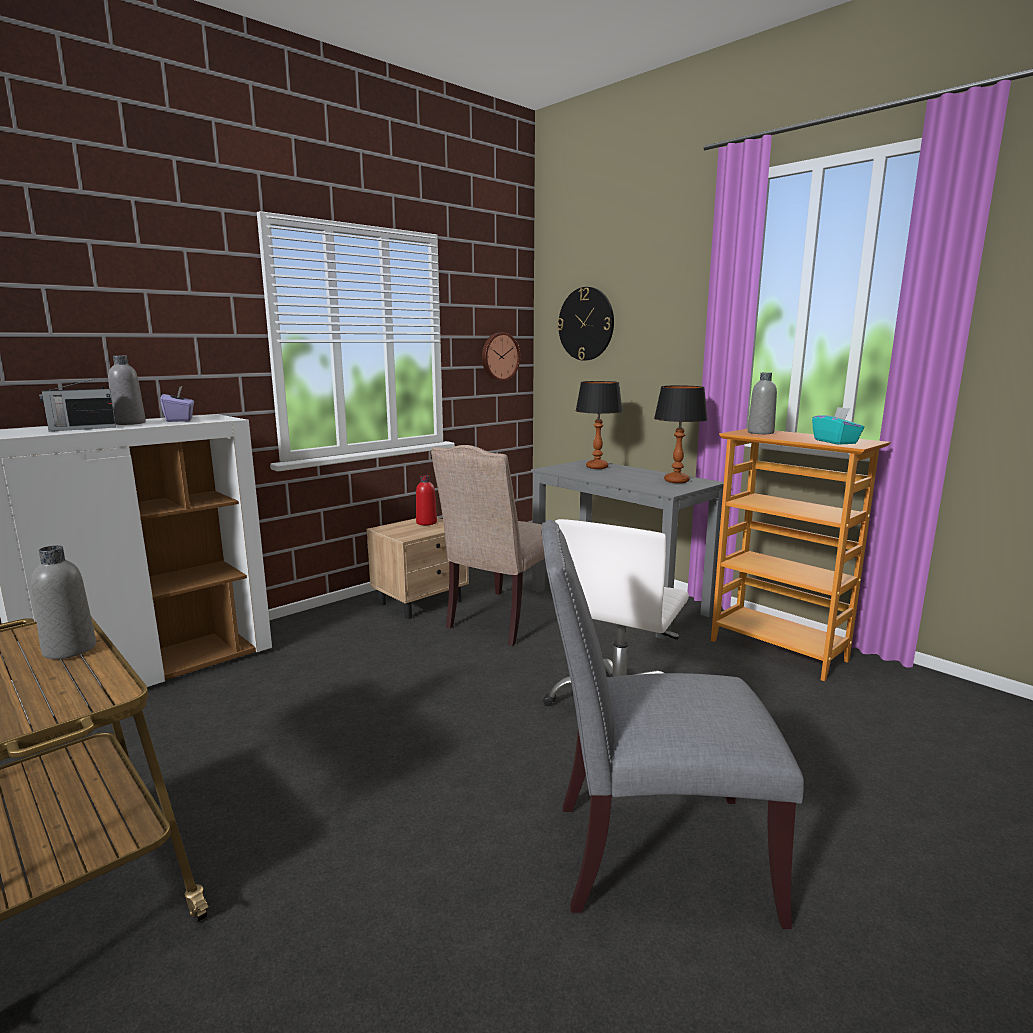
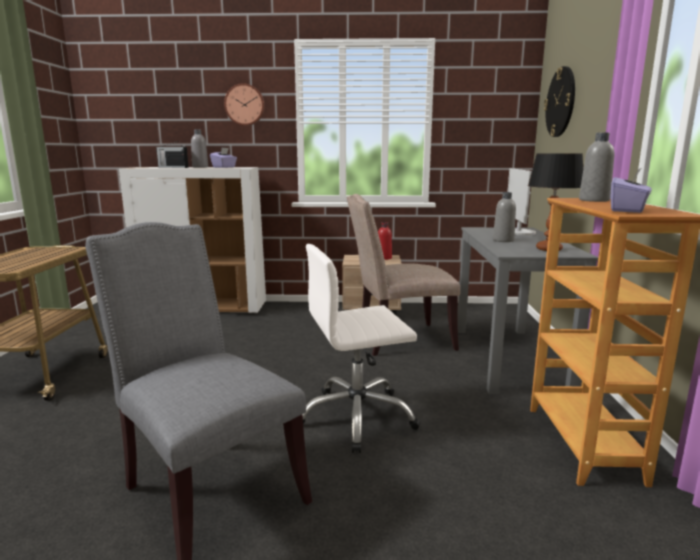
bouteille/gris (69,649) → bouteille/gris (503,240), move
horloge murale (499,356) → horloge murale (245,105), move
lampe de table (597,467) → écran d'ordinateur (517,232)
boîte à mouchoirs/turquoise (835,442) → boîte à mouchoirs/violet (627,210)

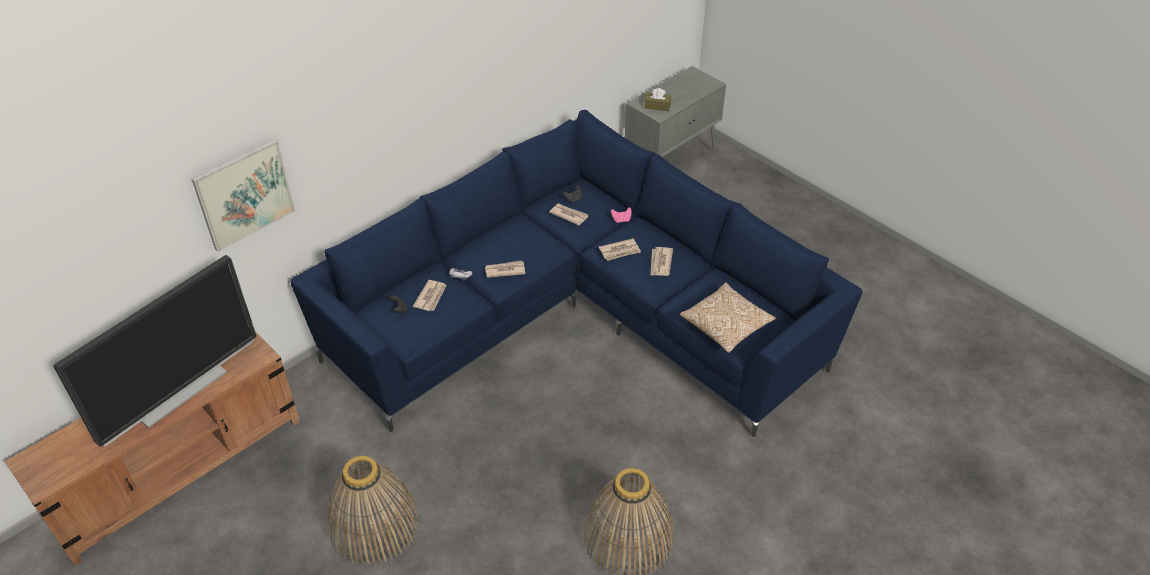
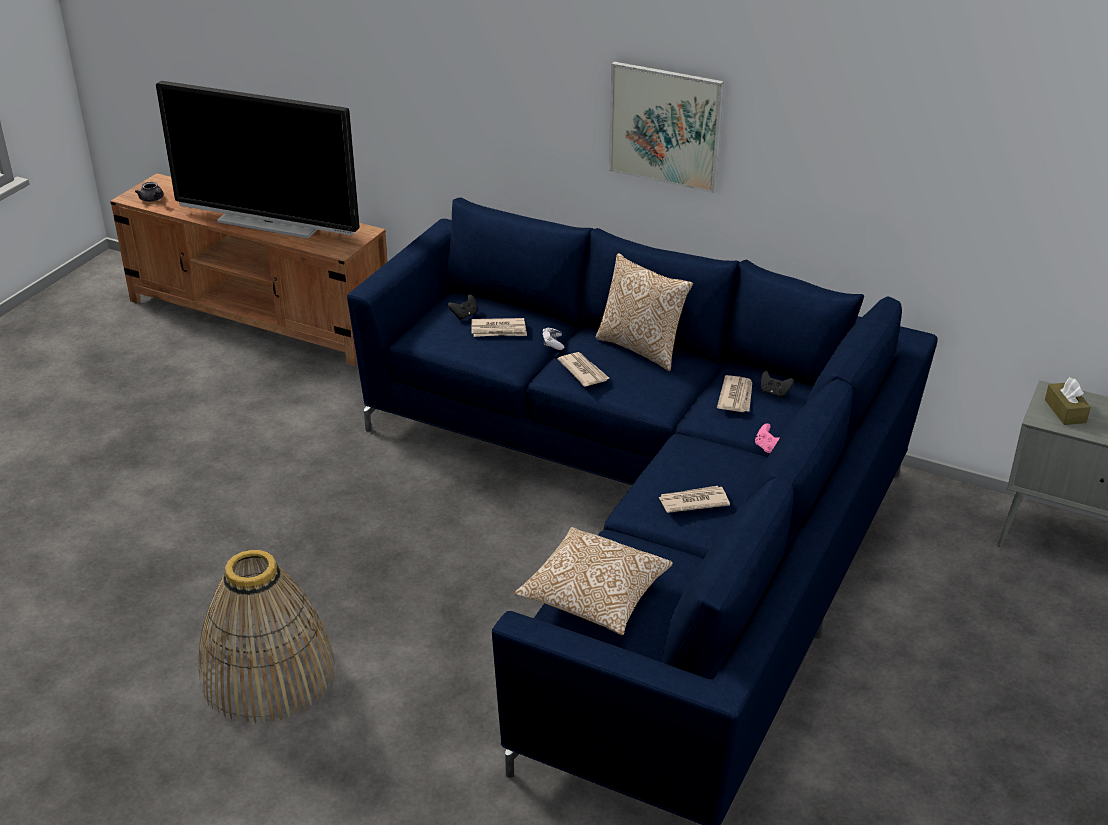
panier (374,525) → -
journal (620,251) → -
- → théière/gris (153,199)
- → coussin (642,348)
tableau (244,194) → tableau (665,126), move

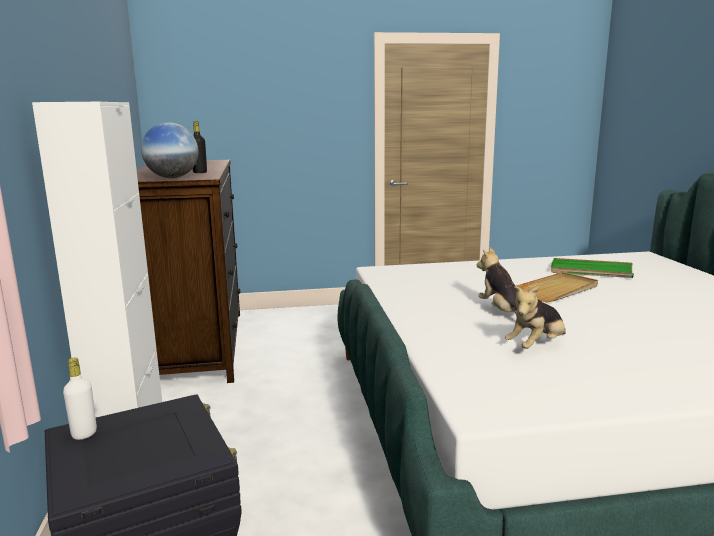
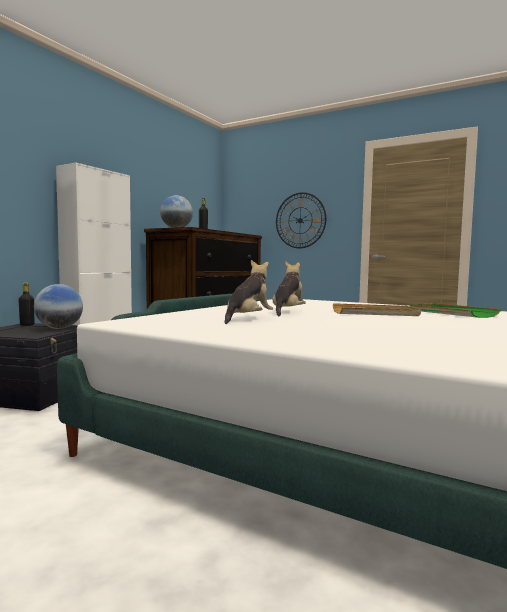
- → globe (59,328)
- → horloge murale (300,220)
bouteille/blanc (84,434) → bouteille/noir (27,325)
peluche (536,346) → peluche (248,319), 120 degrees clockwise

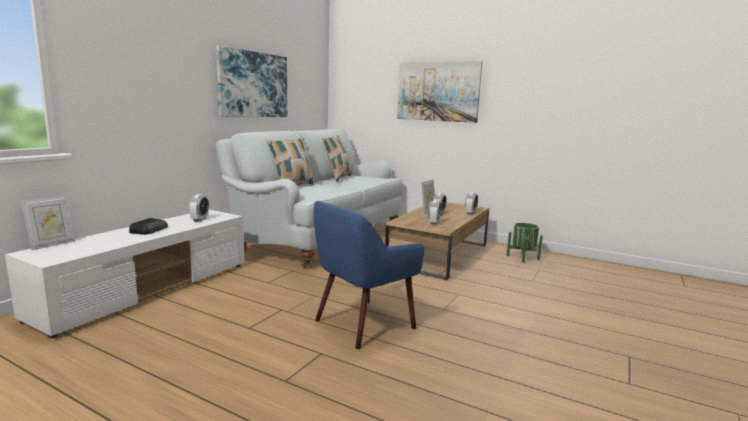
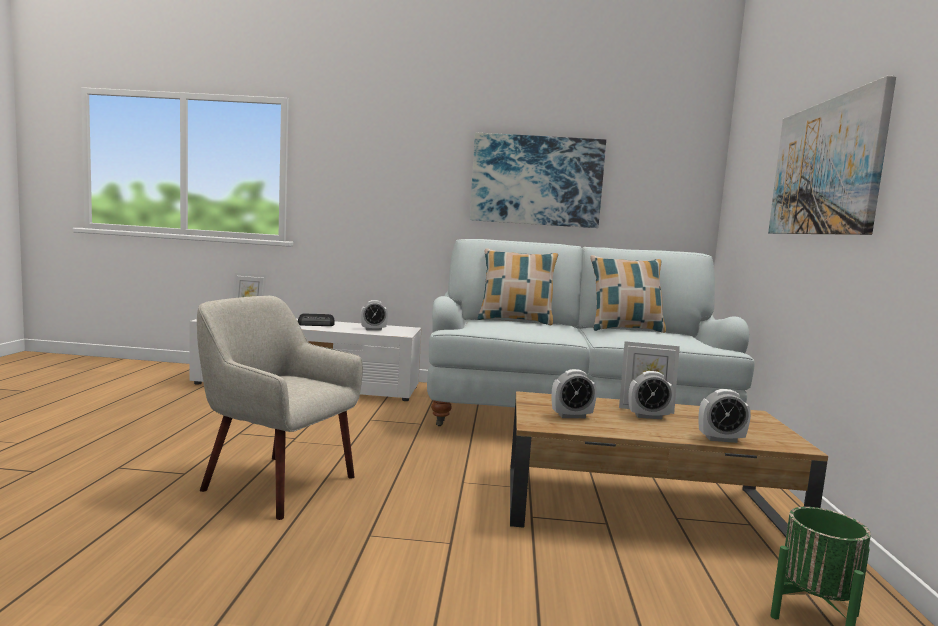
fauteuil/bleu (363,323) → fauteuil/beige (277,483)

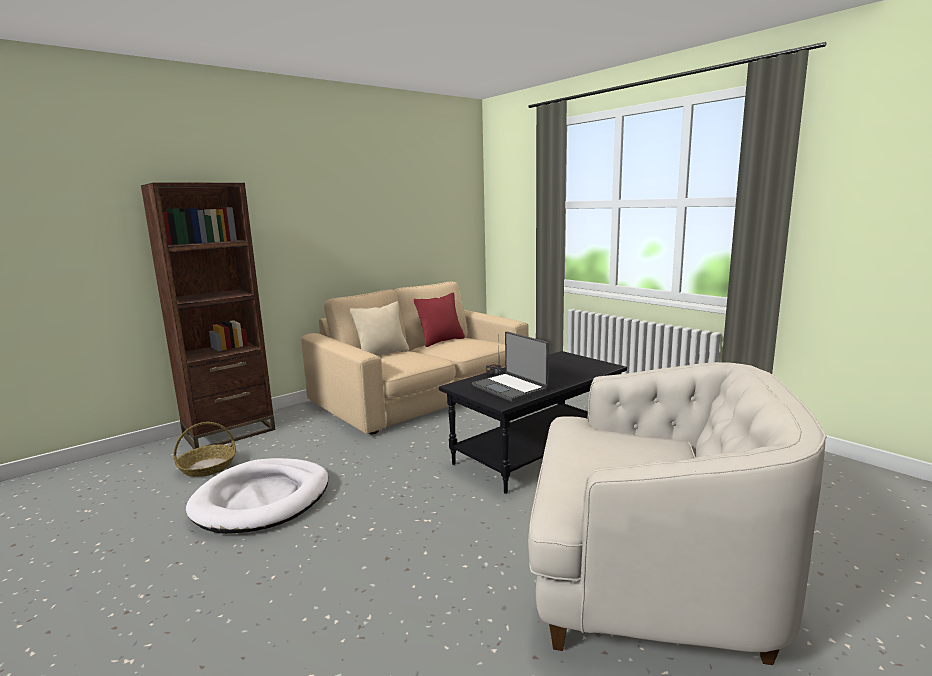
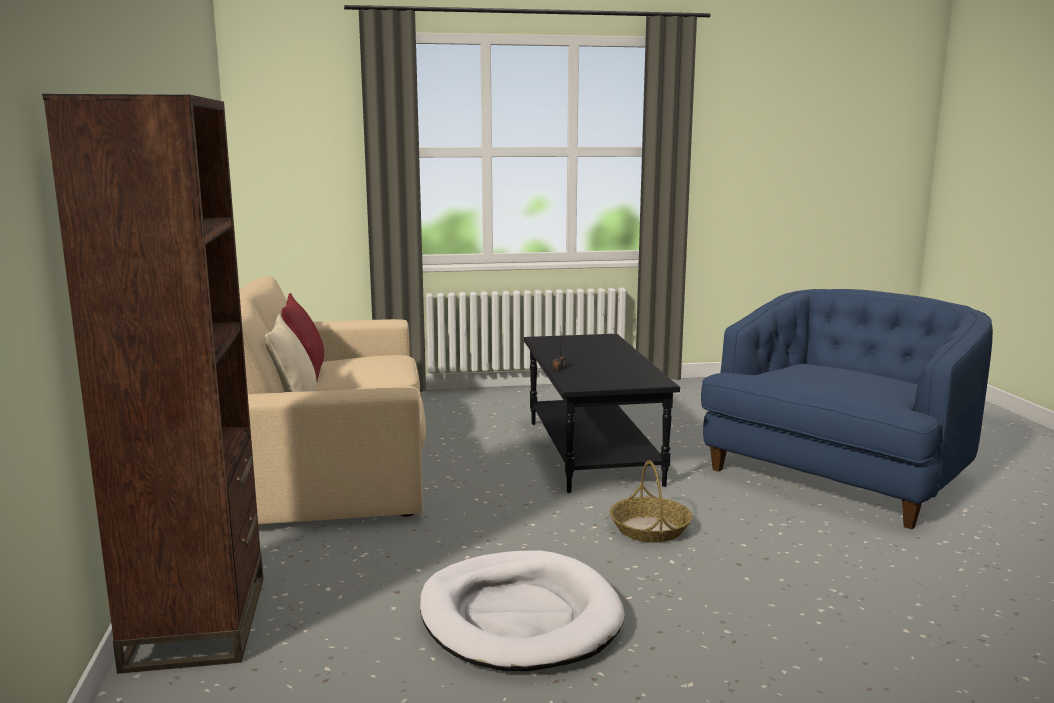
ordinateur portable (510,388) → -
panier (207,467) → panier (650,529), move
fauteuil/blanc (647,573) → fauteuil/bleu (838,475)

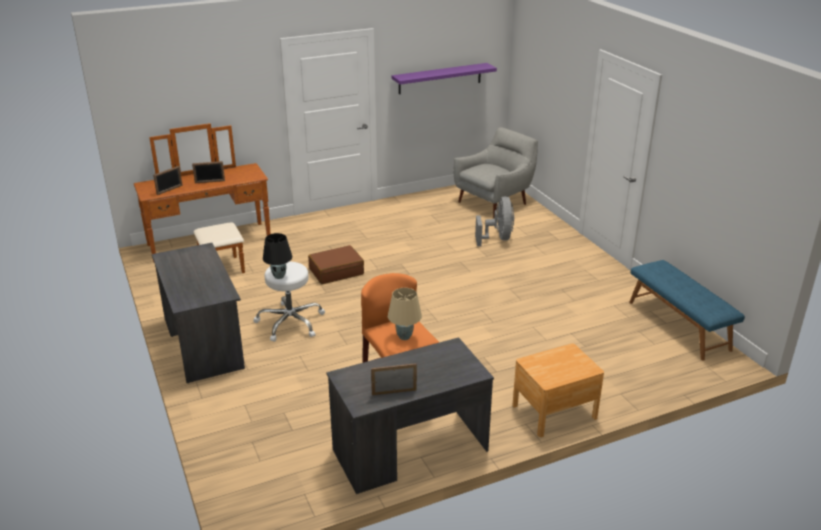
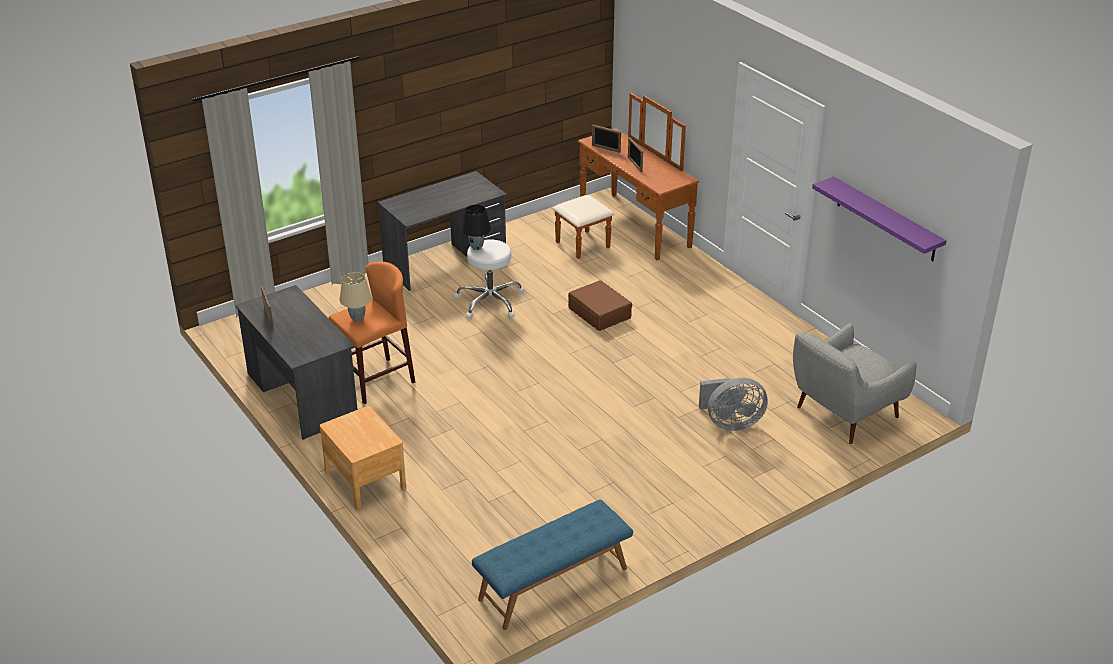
fauteuil/gris (494,202) → fauteuil/gris (843,414), 105 degrees clockwise

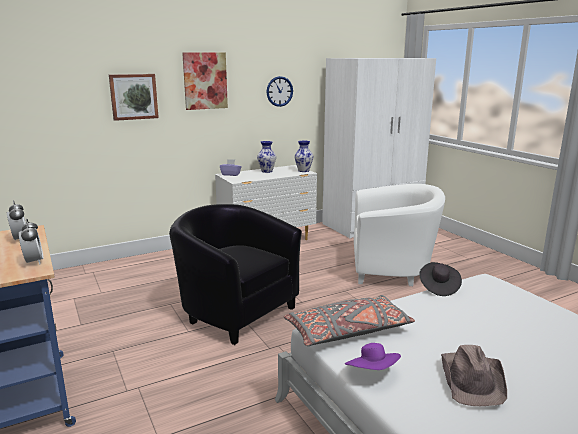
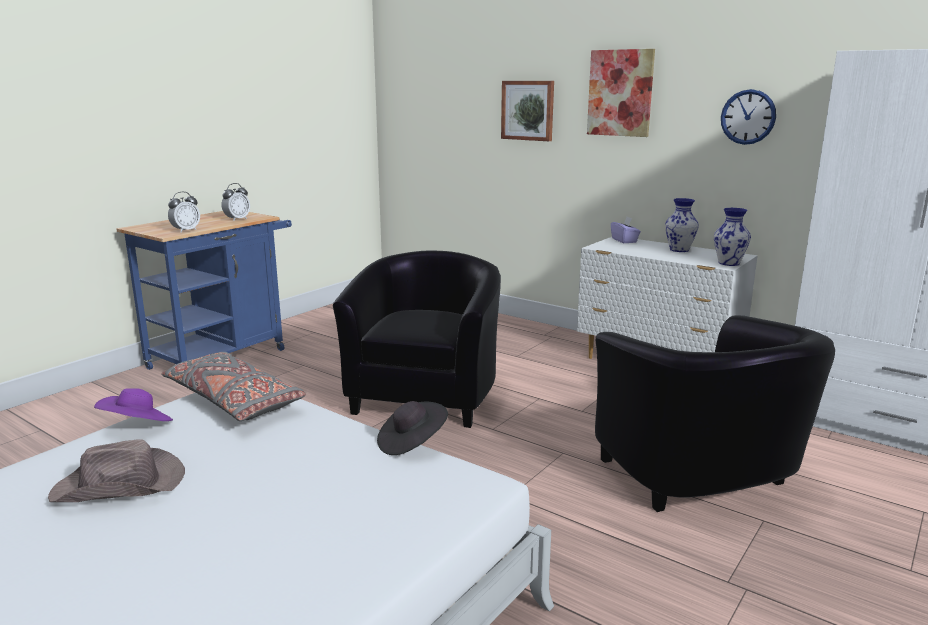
fauteuil/blanc (392,269) → fauteuil/noir (701,481)

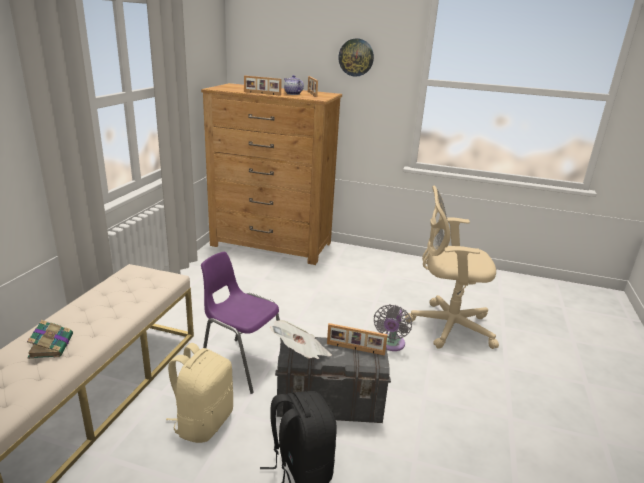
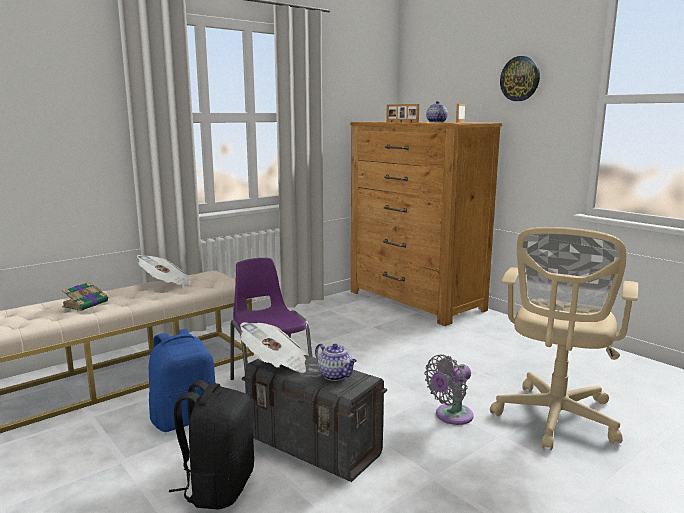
- → journal (166,284)
cadre photo (355,349) → théière (336,375)
sac à dos/beige (203,422) → sac à dos/bleu (185,418)
chaise de bureau/beige (446,326) → chaise de bureau/beige (555,420), 105 degrees counterclockwise

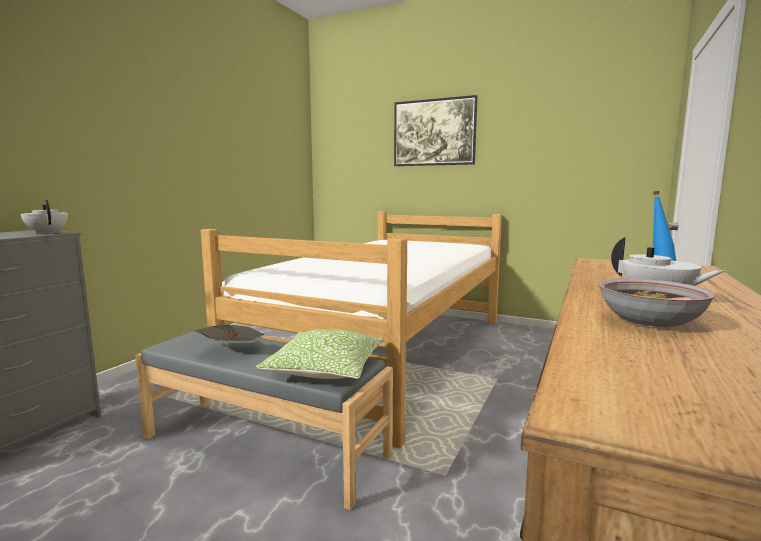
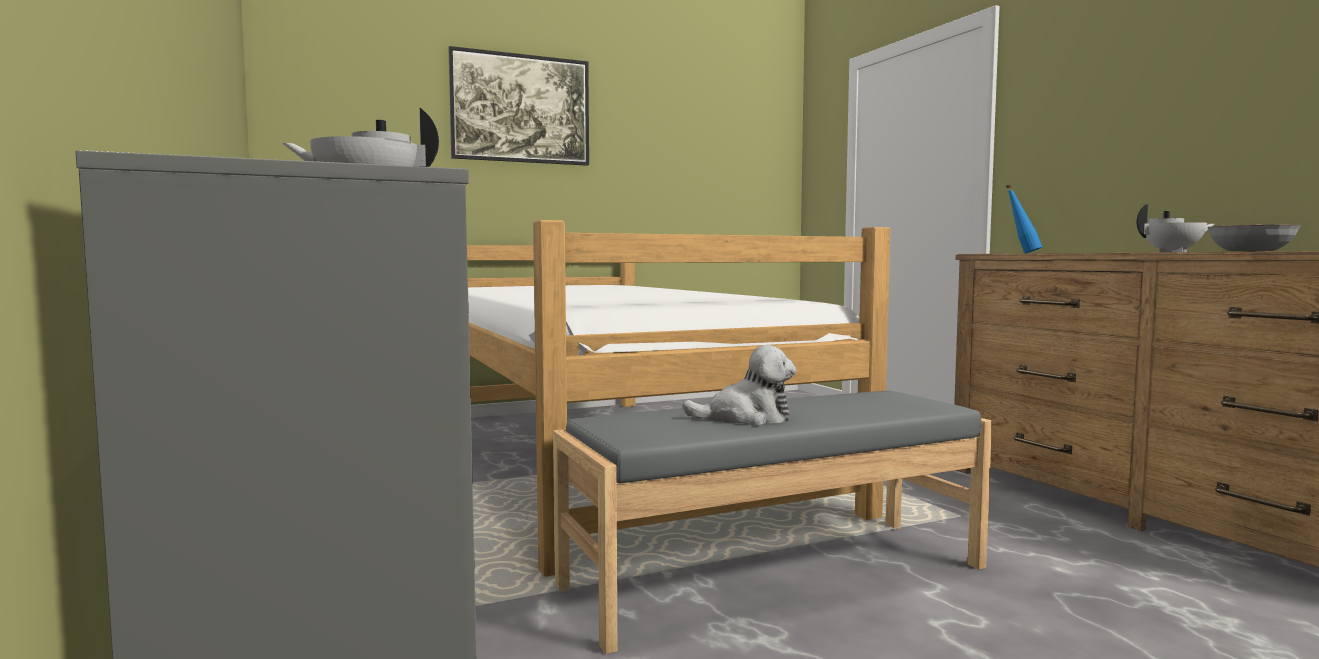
coussin (325,370) → -
journal (233,351) → peluche (746,418)

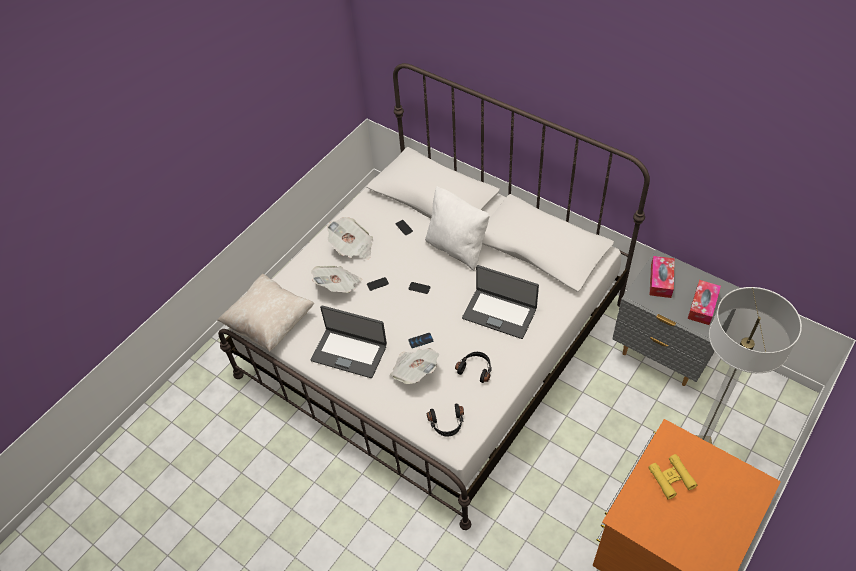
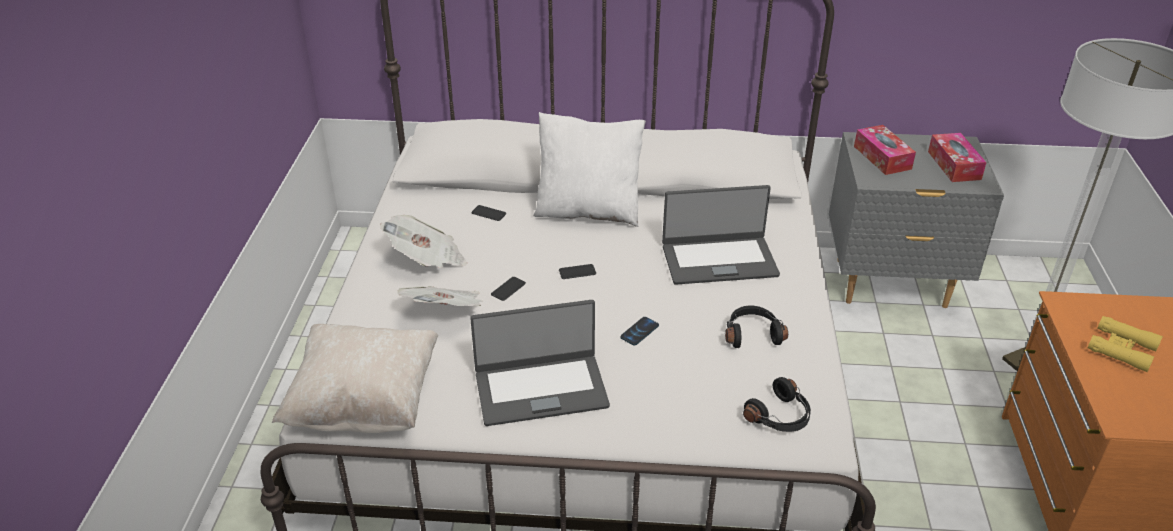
journal (414,371) → -

